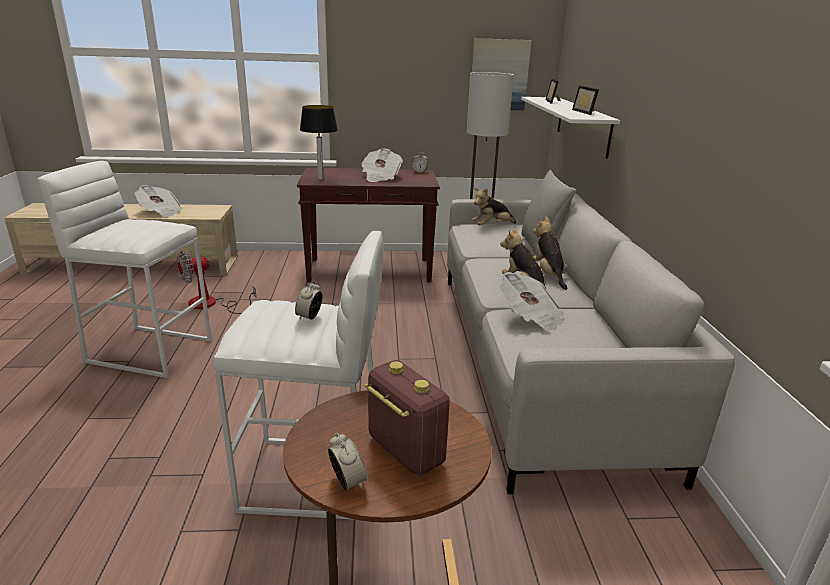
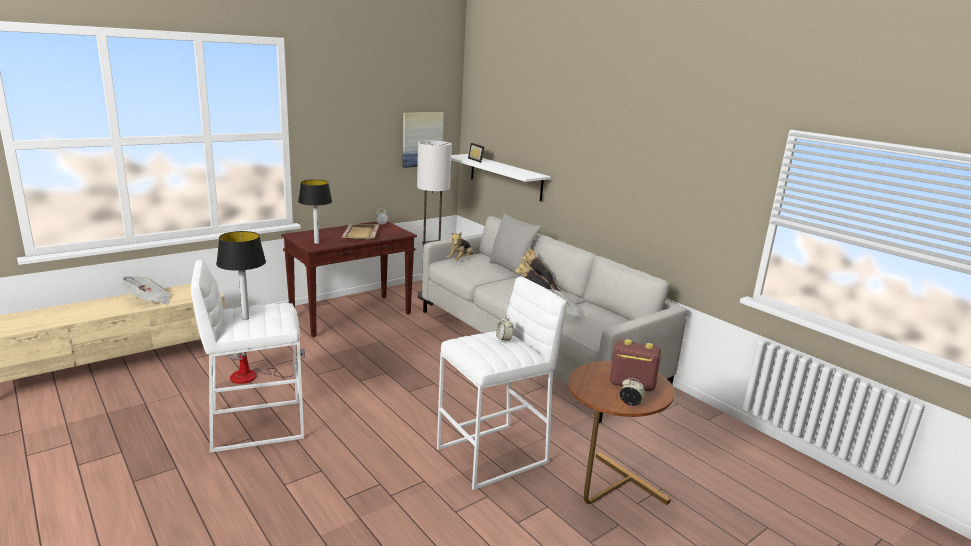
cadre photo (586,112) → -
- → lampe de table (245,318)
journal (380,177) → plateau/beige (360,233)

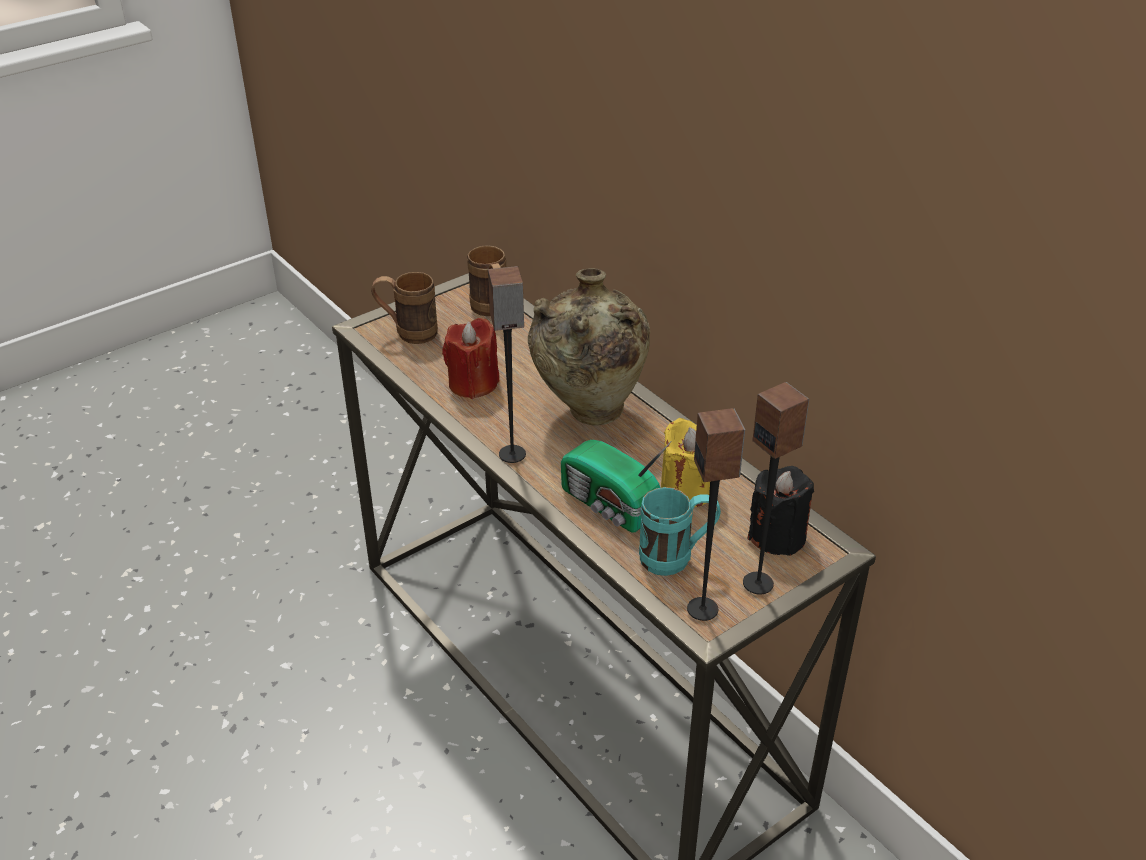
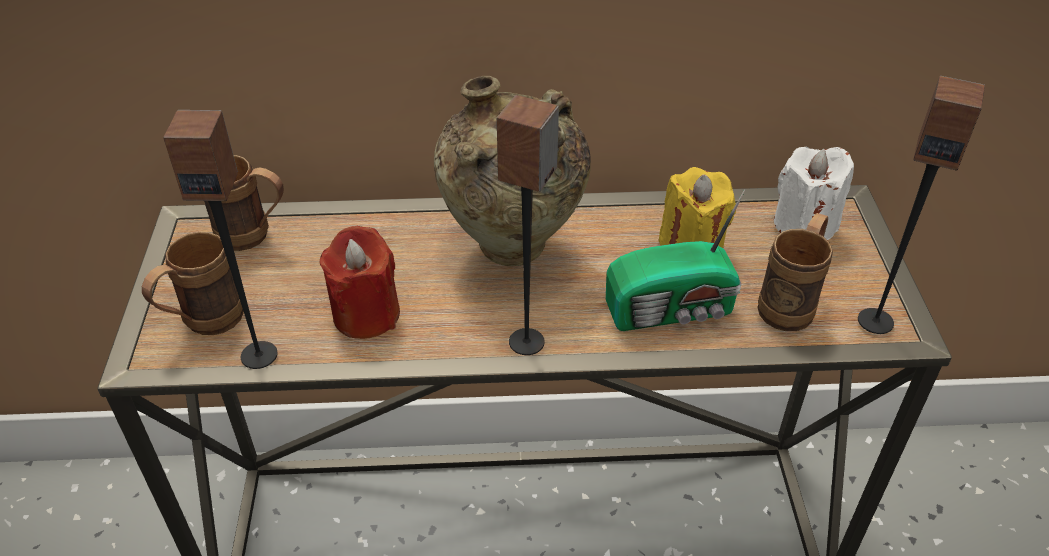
enceinte (758,583) → enceinte (259,354), move
mug/turquoise (676,558) → mug/marron (791,302)
bougie/noir (777,536) → bougie/blanc (804,224)

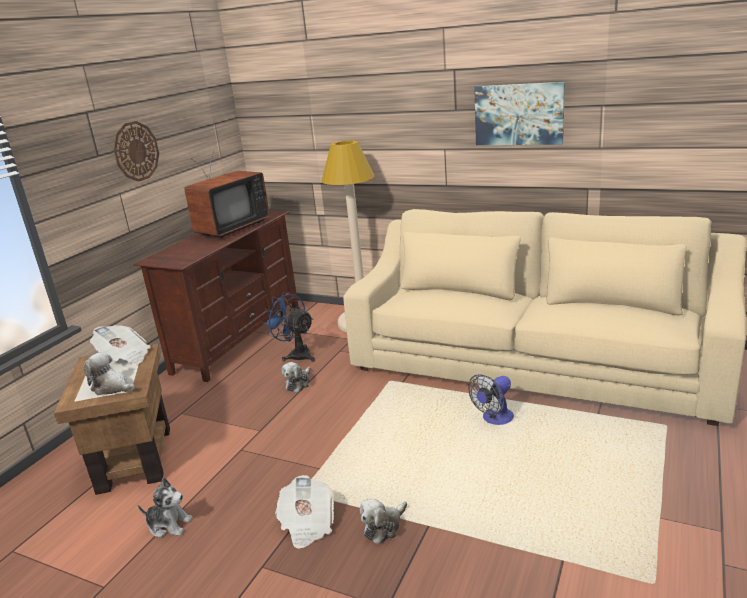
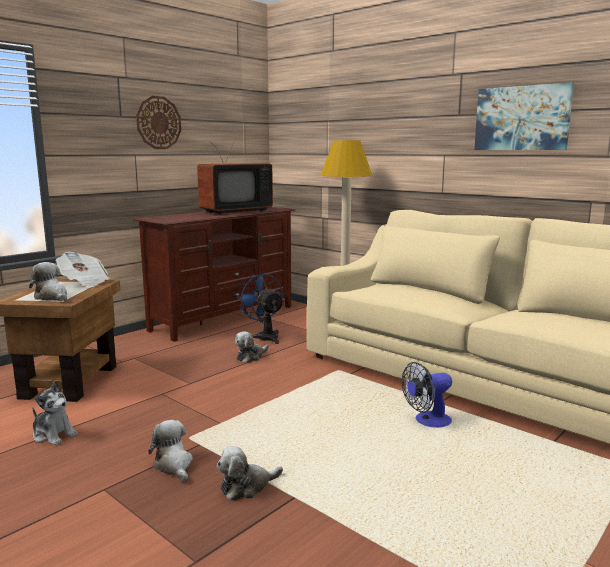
journal (307,524) → peluche (173,465)

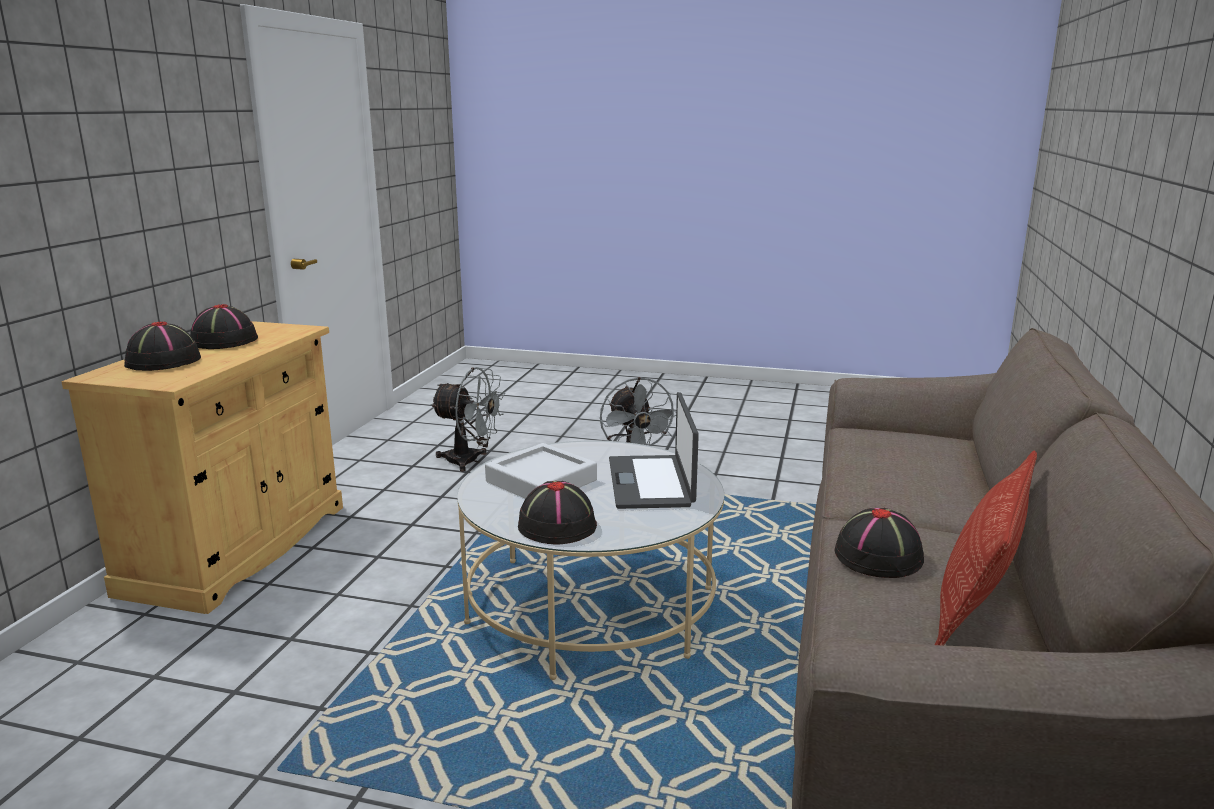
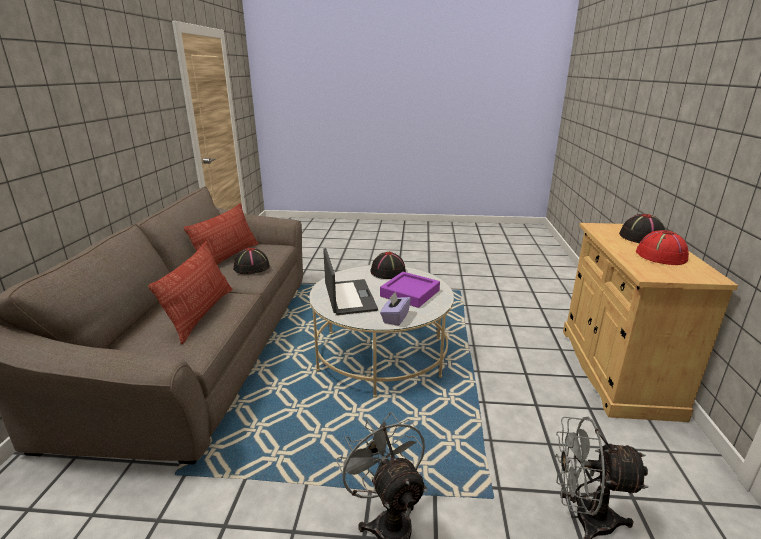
- → coussin (201,313)
- → boîte à mouchoirs/violet (395,318)
chapeau/noir (224,342) → chapeau/rouge (660,256)
plateau/gris (541,481) → plateau/violet (410,293)

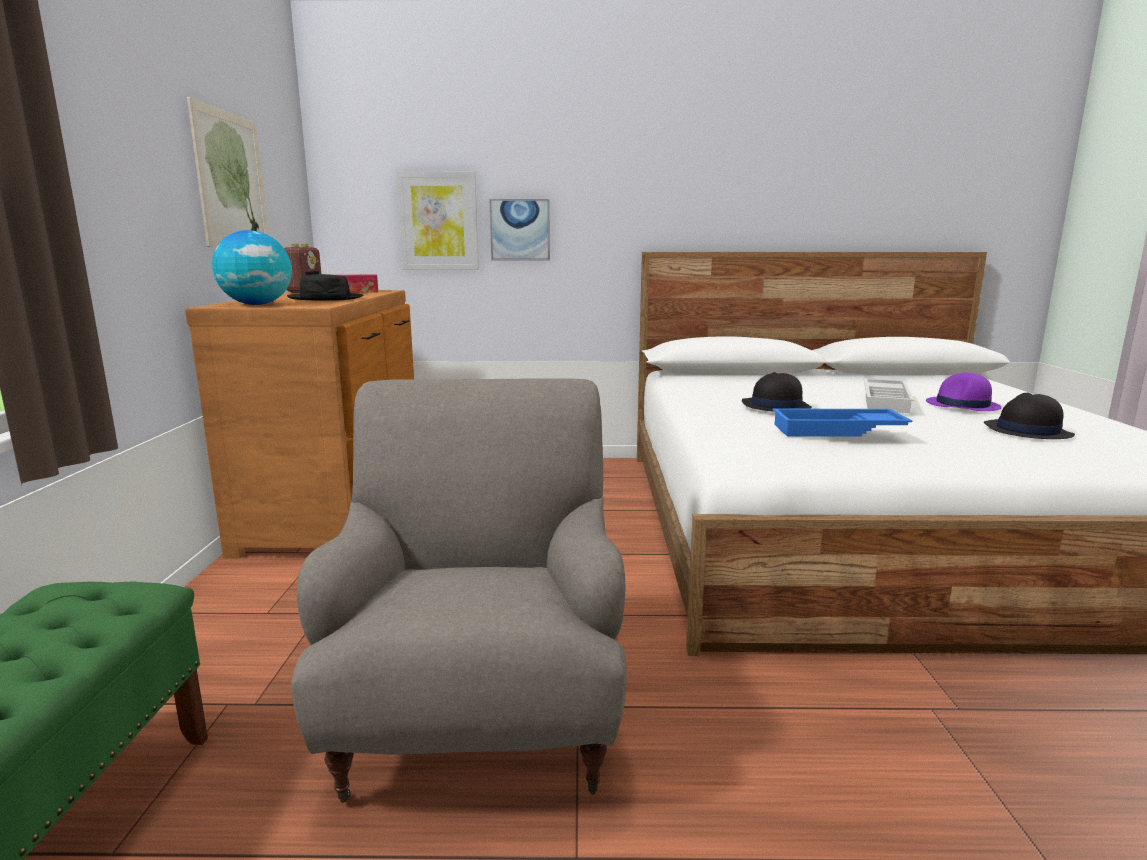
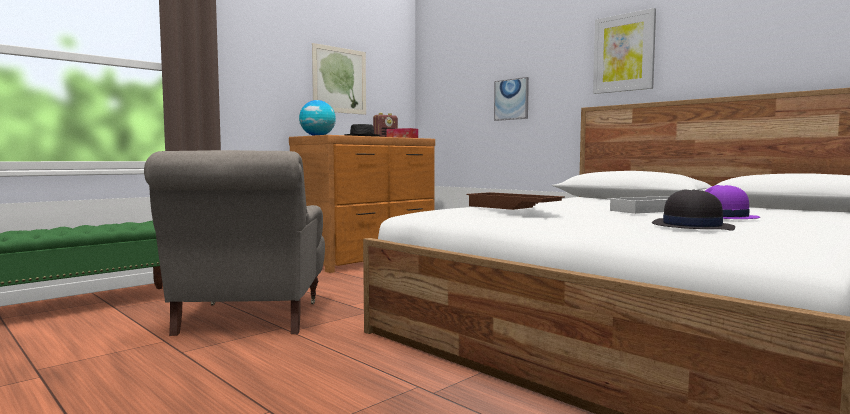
chapeau/noir (775,406) → -
tableau (438,221) → tableau (624,53), move
plateau/bleu (837,431) → plateau/marron (511,207)
fauteuil/gris (481,716) → fauteuil/gris (249,318), 135 degrees clockwise

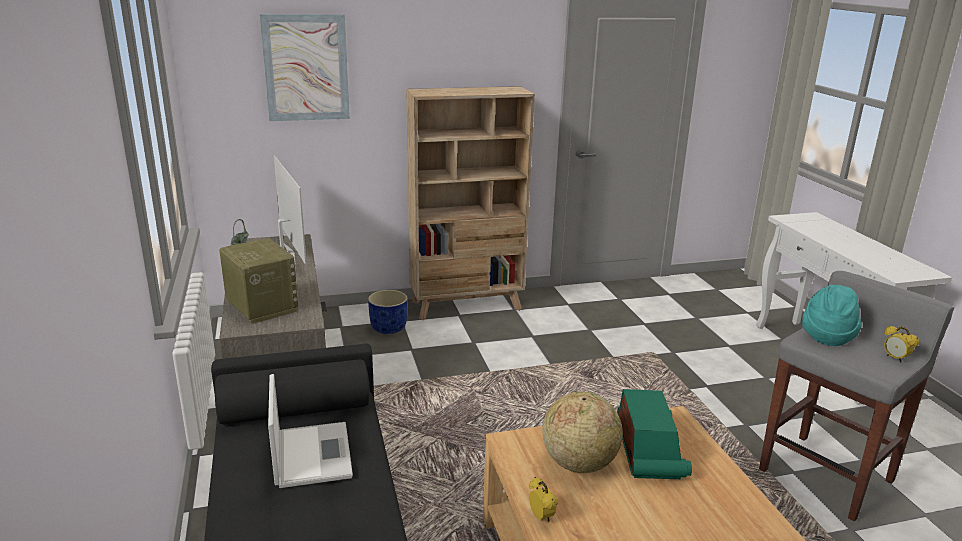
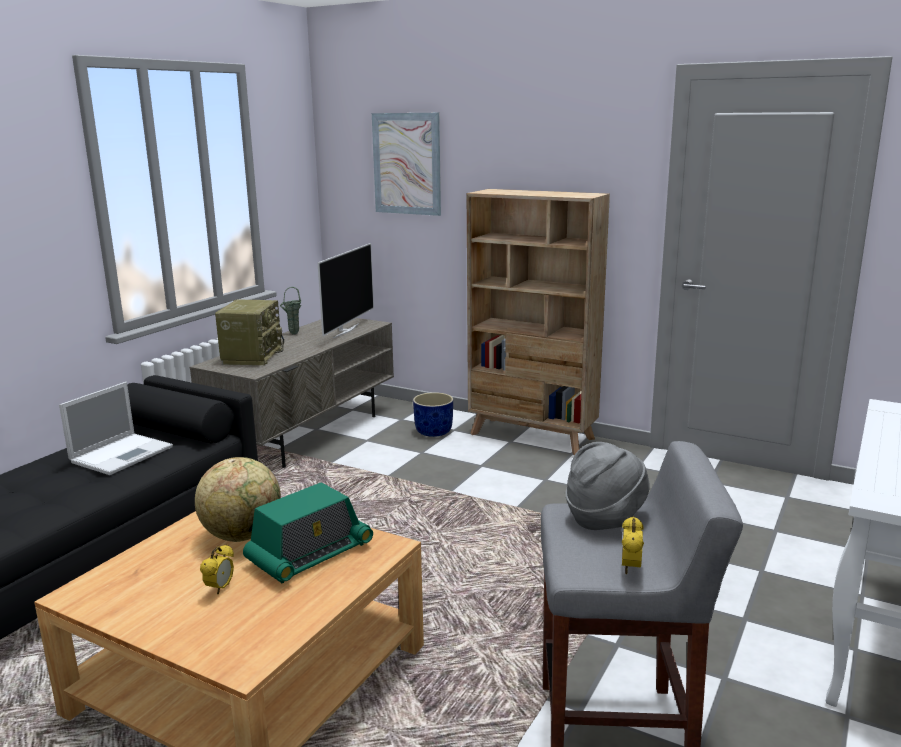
réveil (541,517) → réveil (220,588), move
chapeau/turquoise (827,336) → chapeau/gris (605,518)

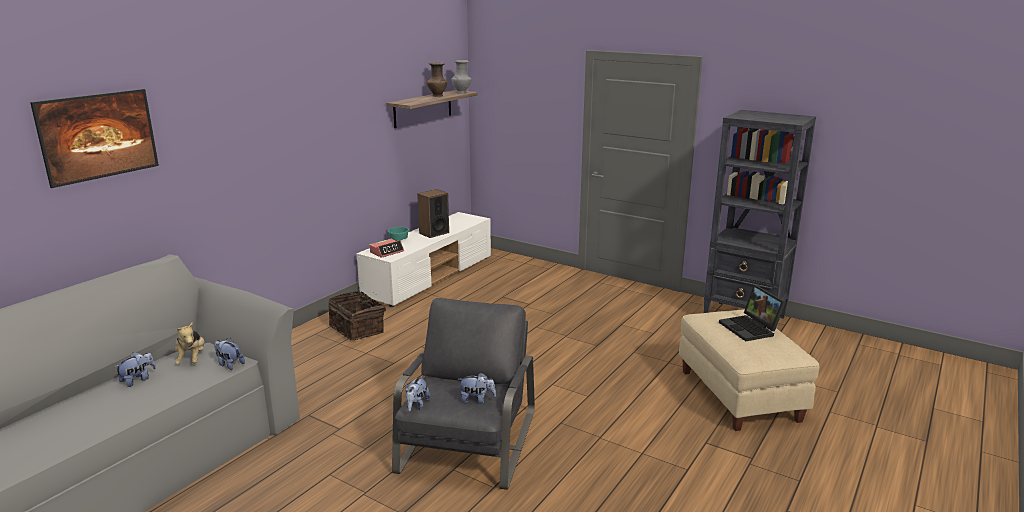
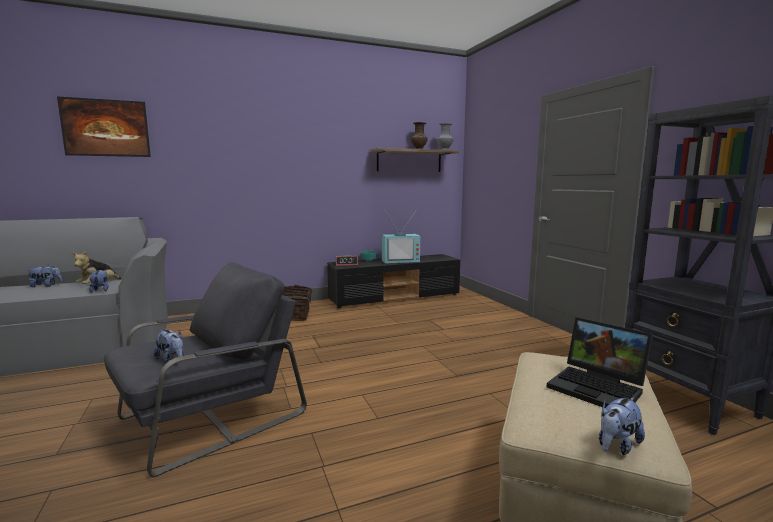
peluche (416,405) → peluche (617,445), move
enceinte (434,233) → téléviseur (400,260)
meuble télé/blanc (430,276) → meuble télé/noir (395,297)
ordinateur portable (751,329) → ordinateur portable (599,388), 60 degrees counterclockwise

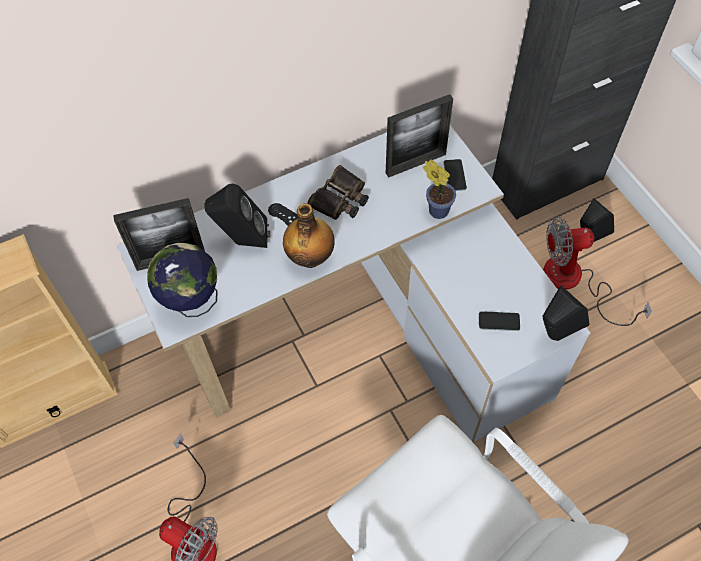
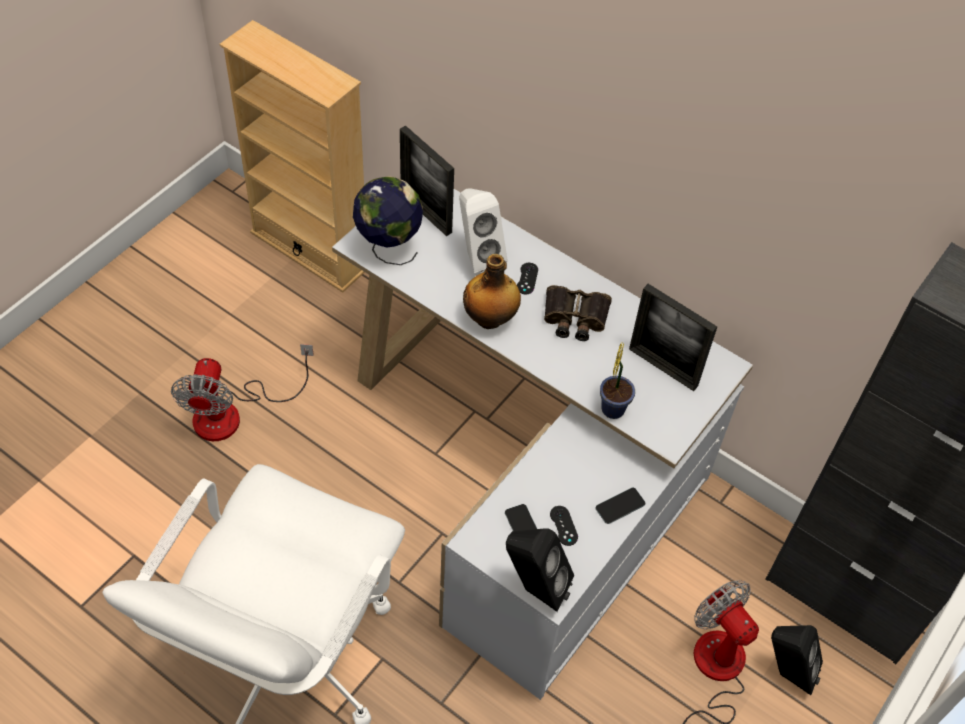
- → manette/noir (563,525)
téléphone (454,175) → téléphone (620,506), move
enceinte/noir (243,241) → enceinte/blanc (477,258)

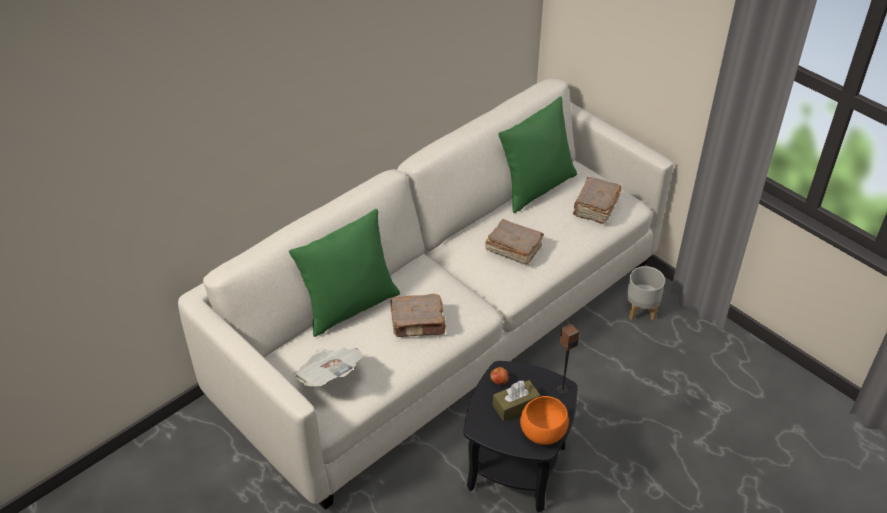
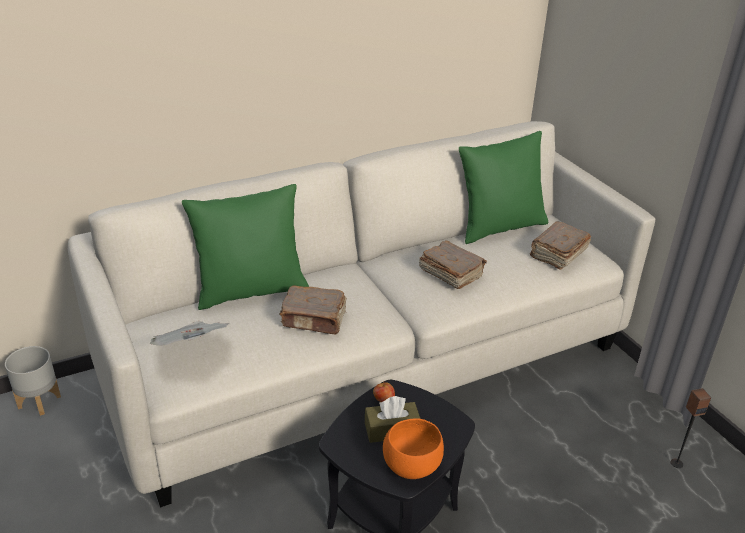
enceinte (562,389) → enceinte (676,463), move
cache-pot/gris (641,310) → cache-pot/gris (40,401), move

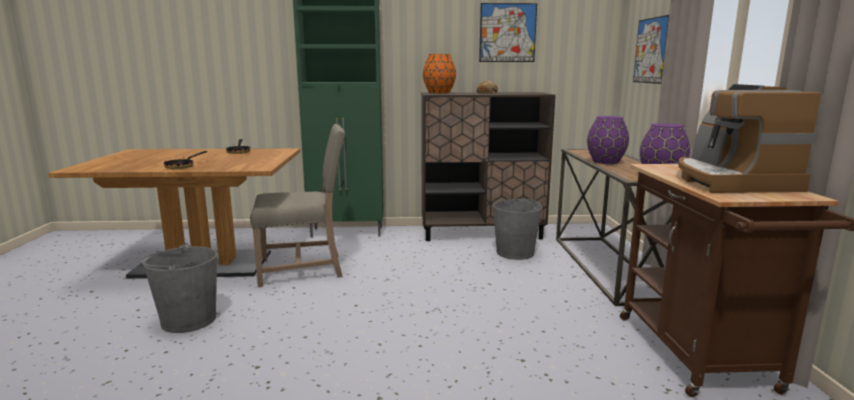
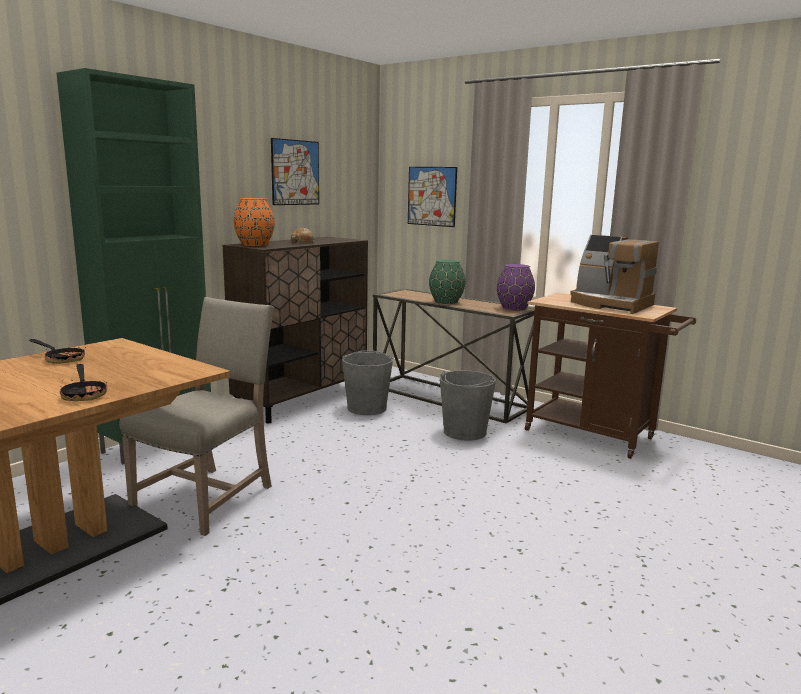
seau/gris (188,320) → seau/gris (464,432), move
vase/violet (605,162) → vase/vert (446,302)

